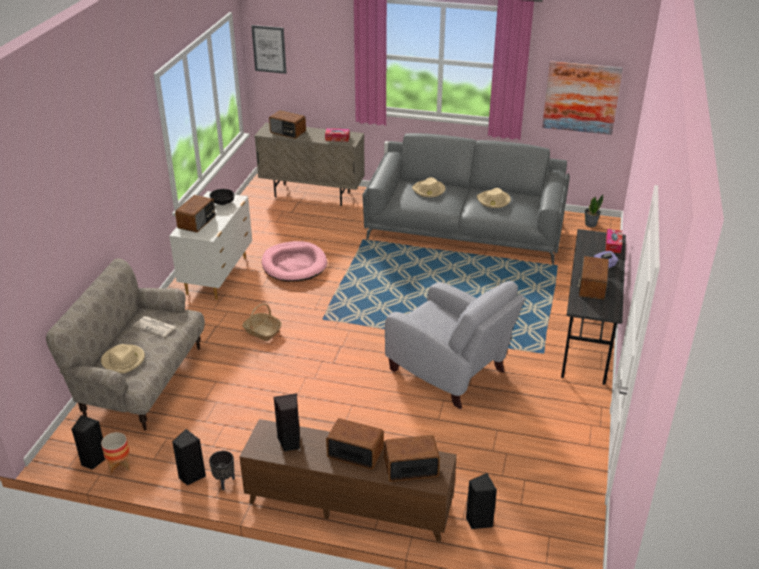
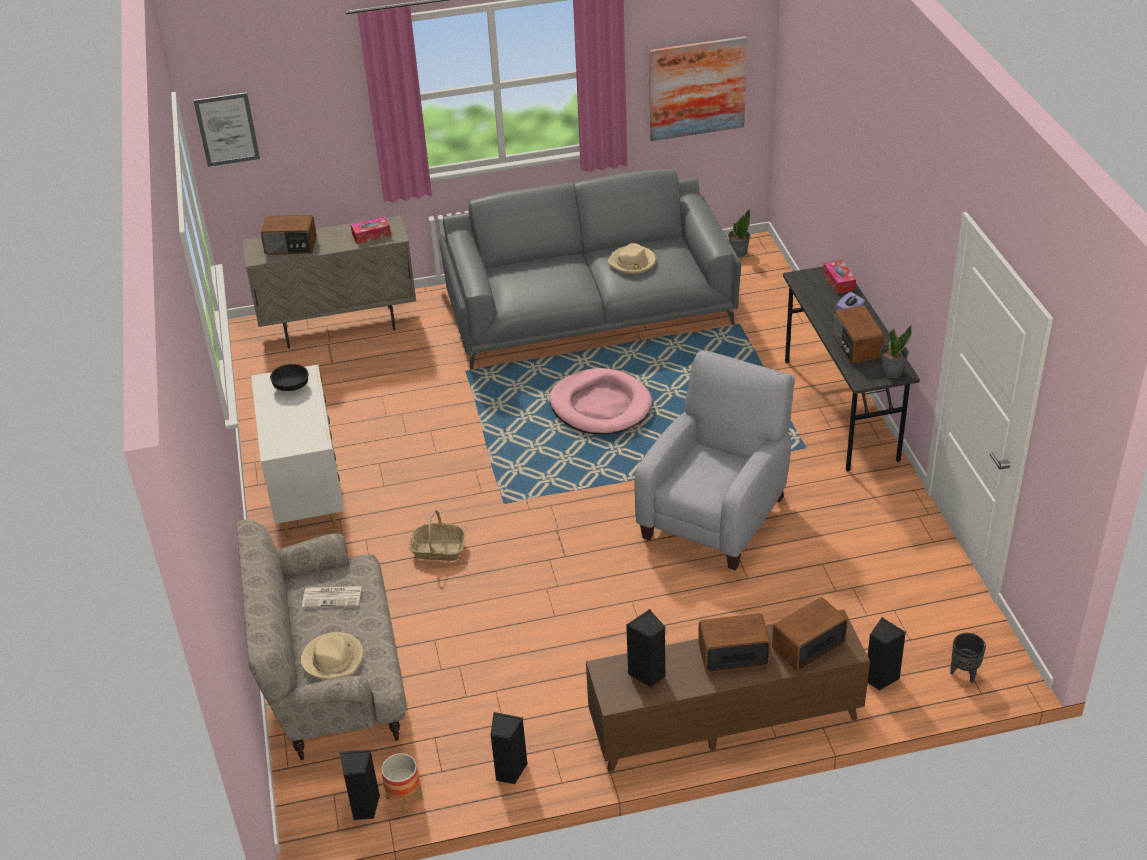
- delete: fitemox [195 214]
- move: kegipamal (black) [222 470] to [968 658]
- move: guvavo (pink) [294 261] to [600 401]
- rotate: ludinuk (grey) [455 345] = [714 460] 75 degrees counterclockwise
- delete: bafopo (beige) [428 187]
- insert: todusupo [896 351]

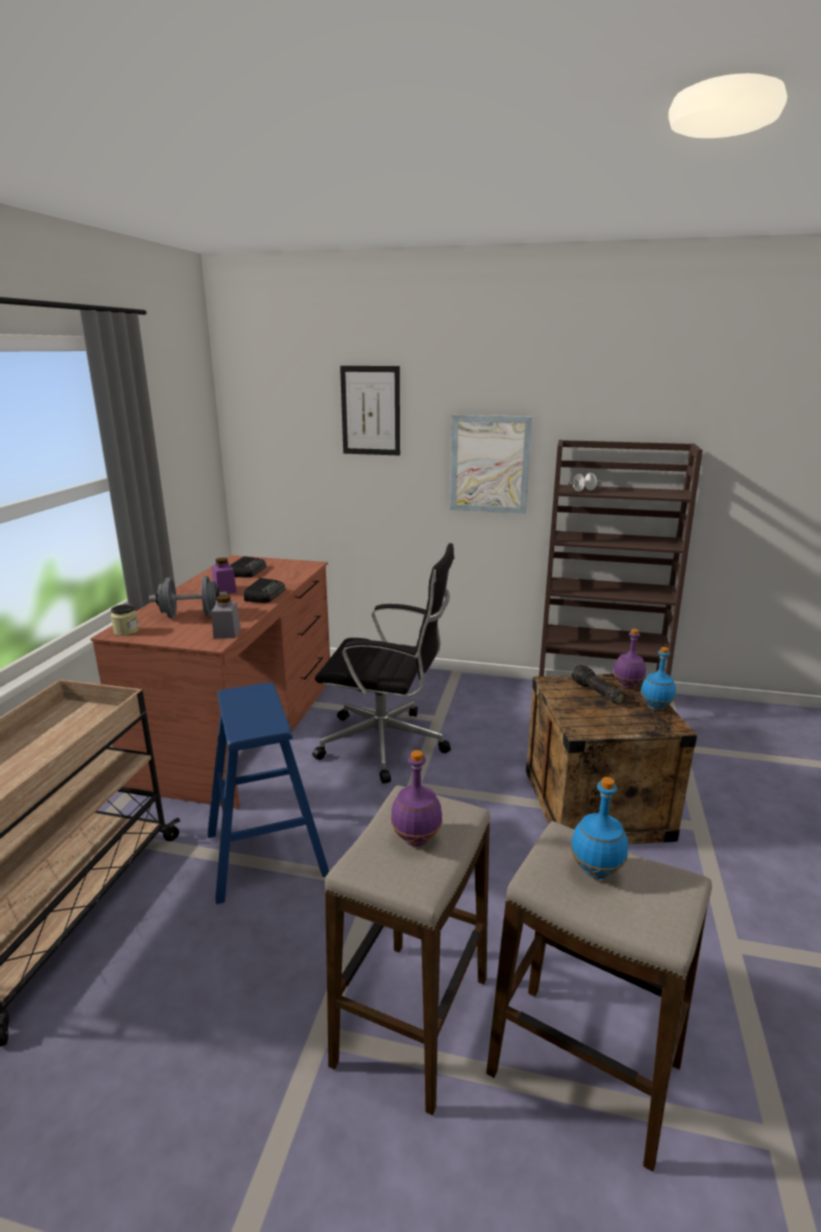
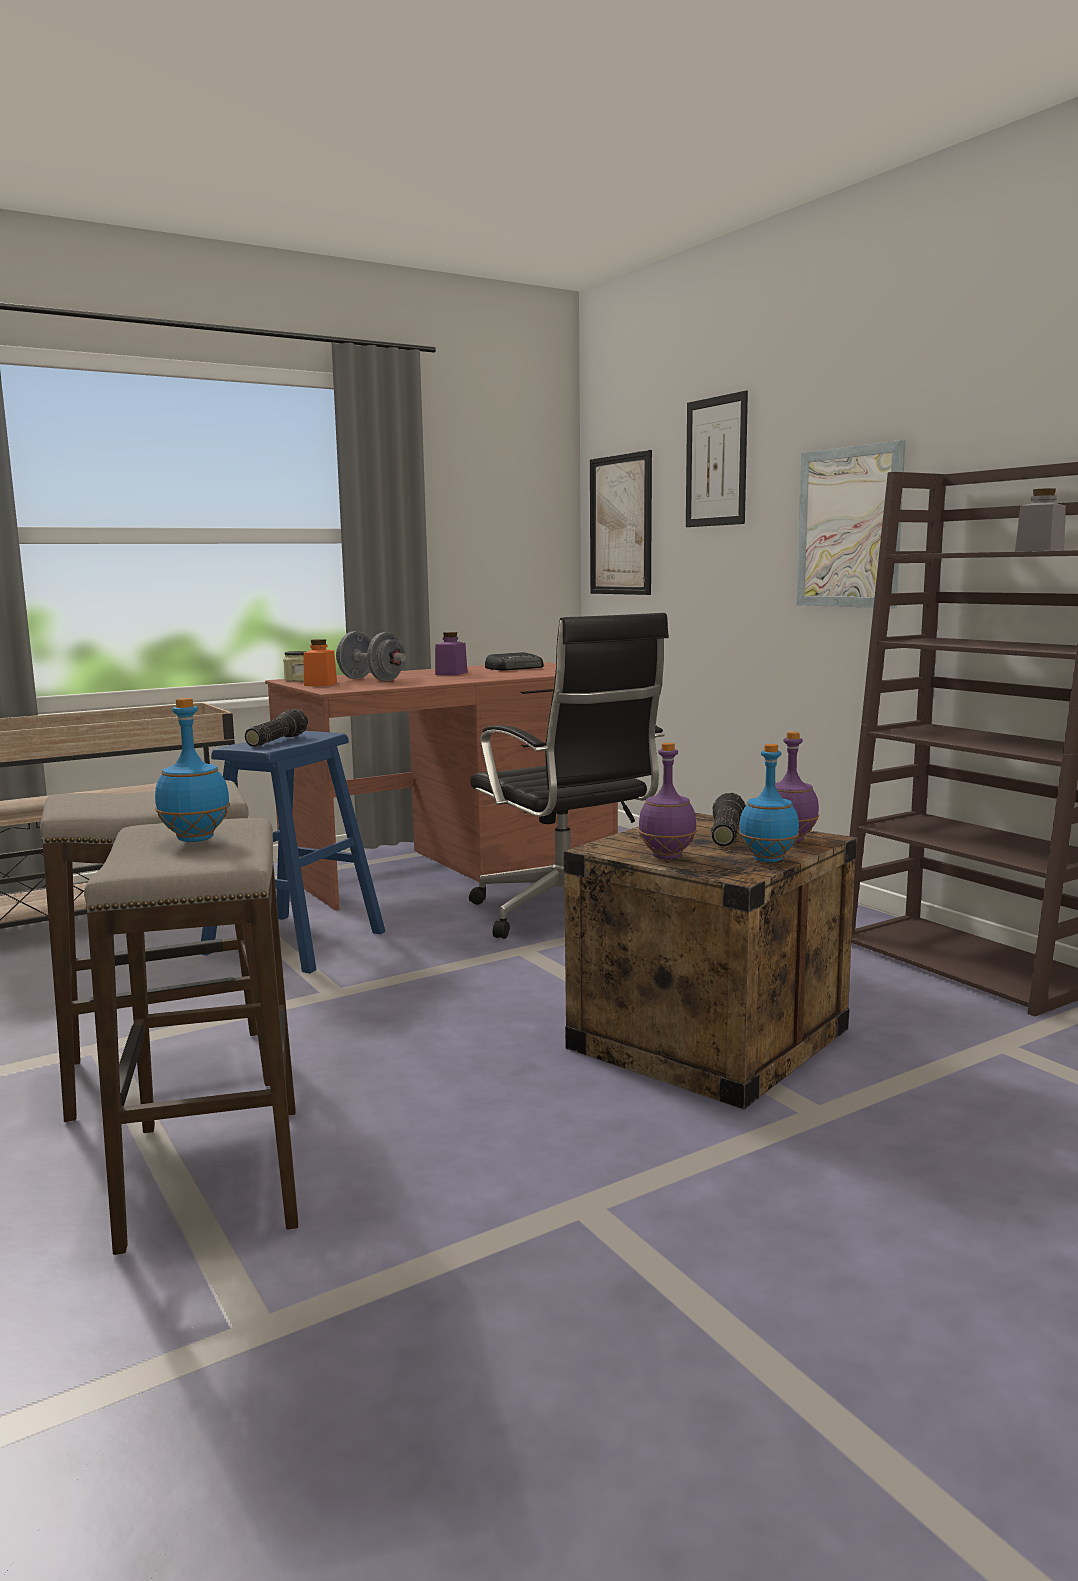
- move: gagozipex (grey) [226 617] to [1040 519]
- delete: fitemox [264 590]
- move: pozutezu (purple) [417 798] to [667 800]
- delete: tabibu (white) [584 482]
- insert: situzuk [276 728]
- insert: gagozipex (orange) [320 662]
- insert: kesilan [621 522]

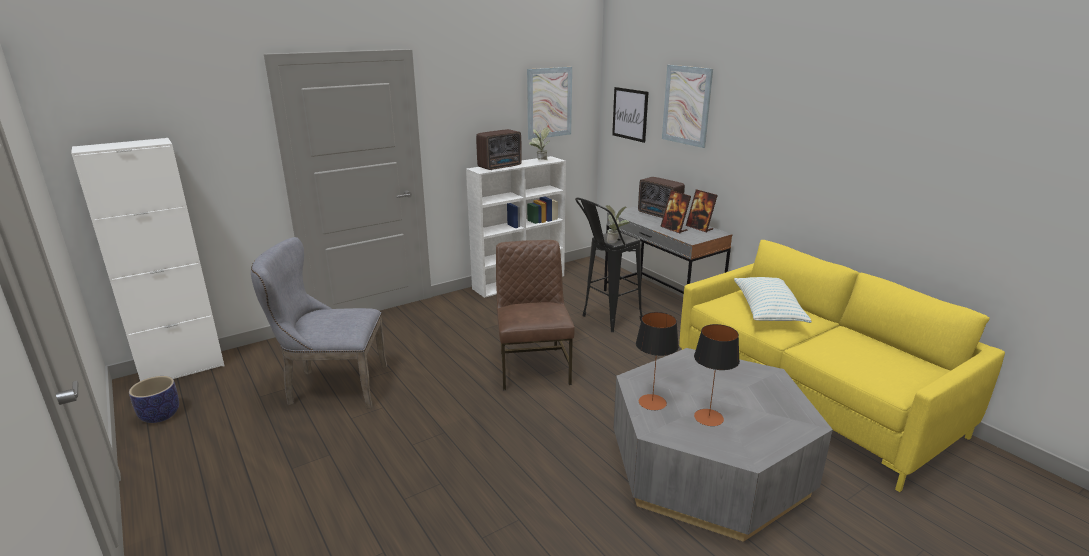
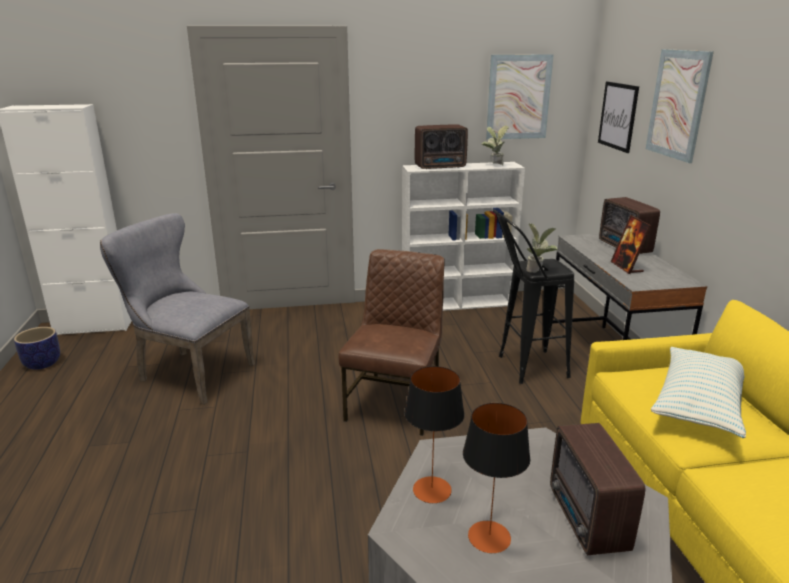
- delete: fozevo [702 210]
- insert: fitemox [597 489]

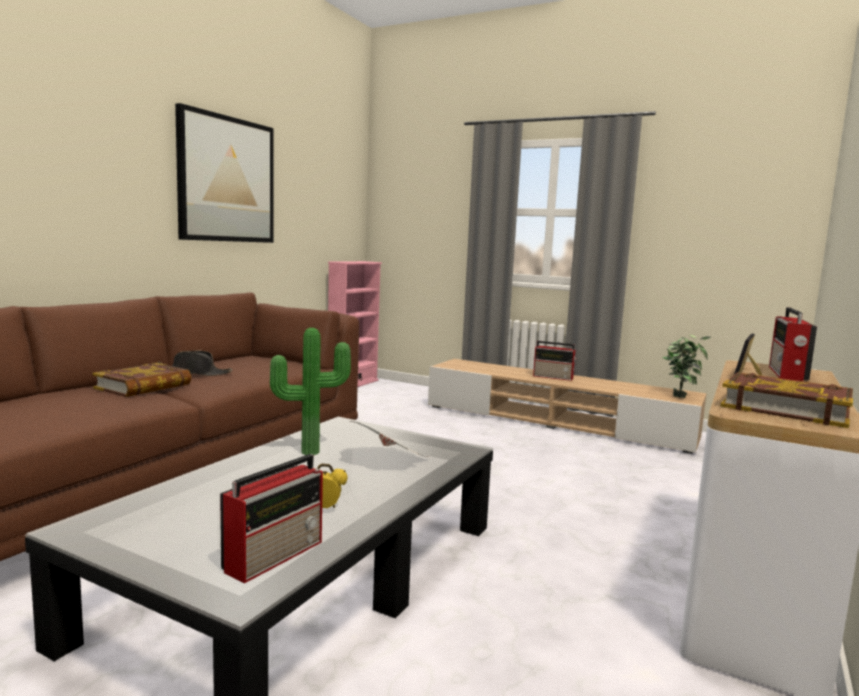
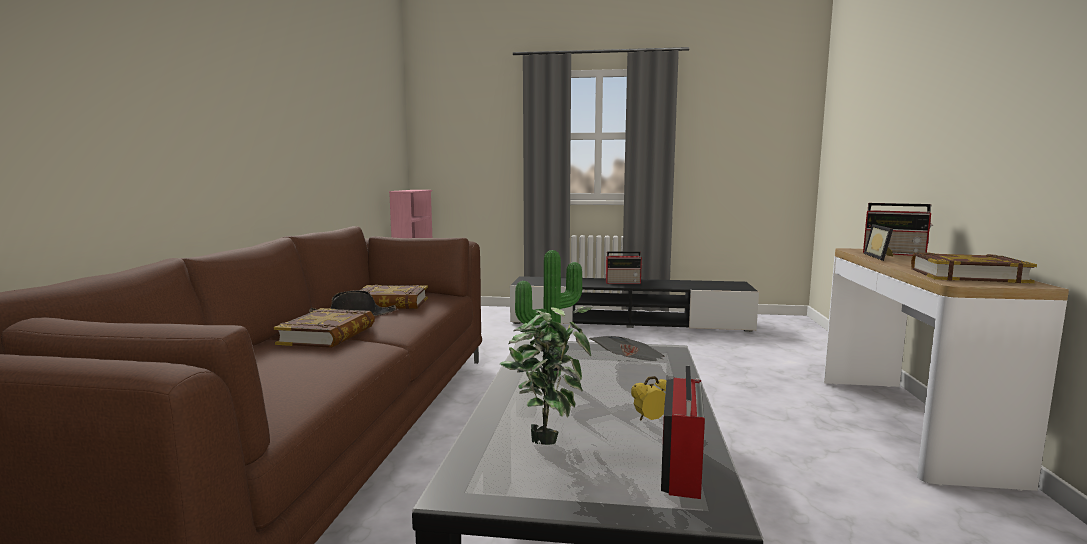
- delete: kesilan [224 173]
- recolor: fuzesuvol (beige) [567 406] to fuzesuvol (black) [634 304]
- move: todusupo [686 366] to [546 376]
- rotate: fitemox [793 344] = [898 229] 60 degrees counterclockwise
- insert: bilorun [394 297]

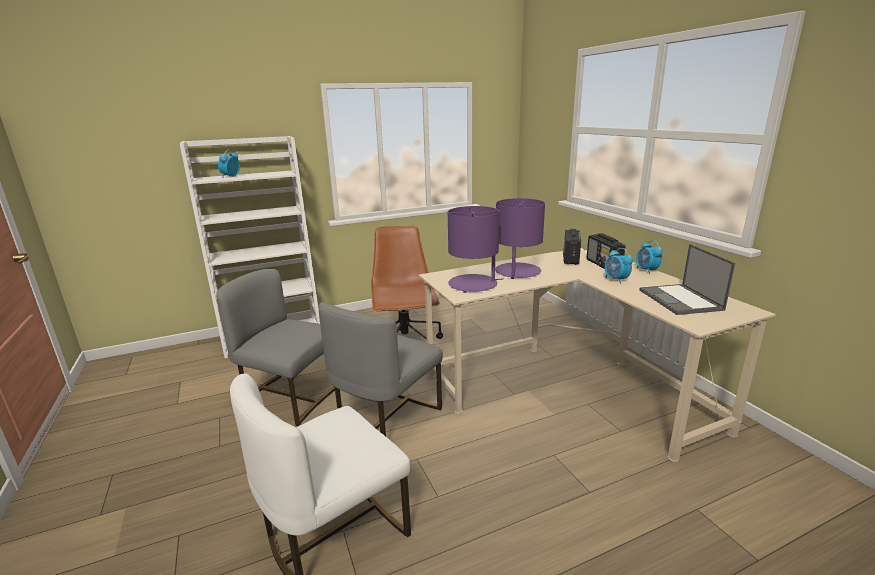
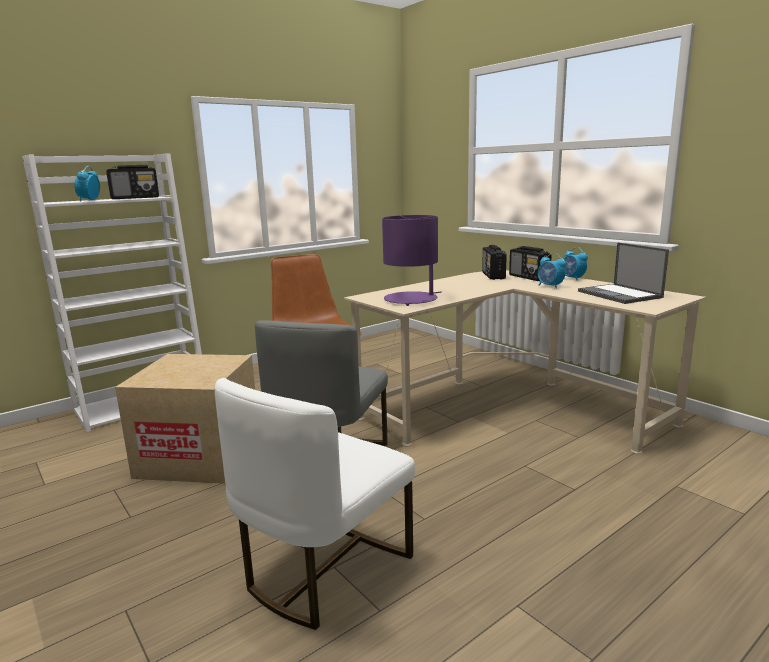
- replace: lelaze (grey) [275 347] to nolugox [185 419]
- delete: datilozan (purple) [520 238]
- insert: fitemox [132 182]

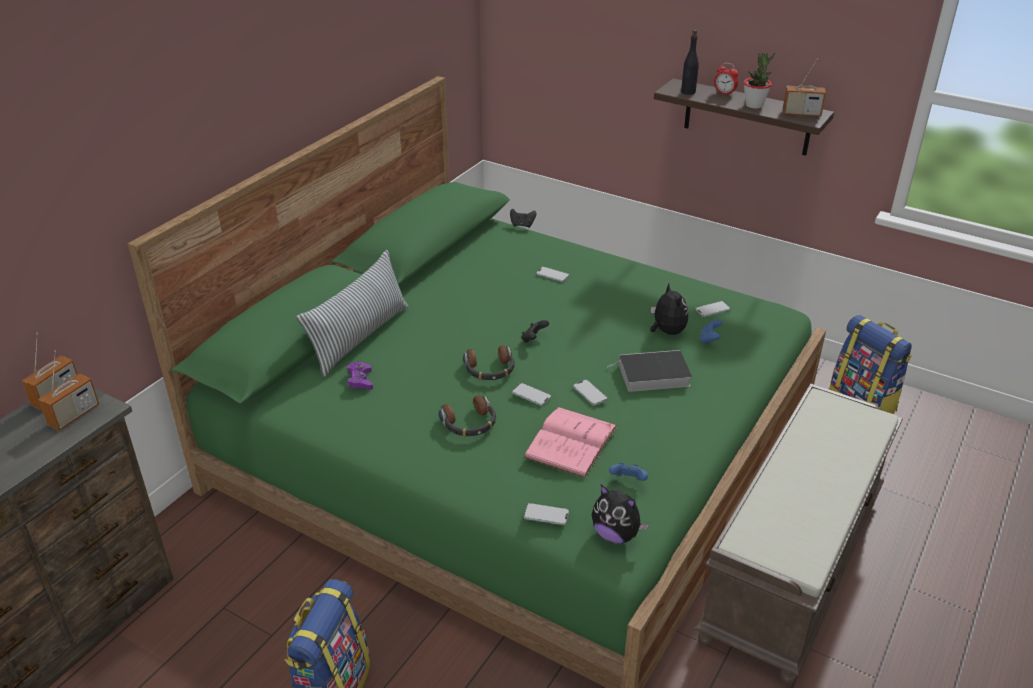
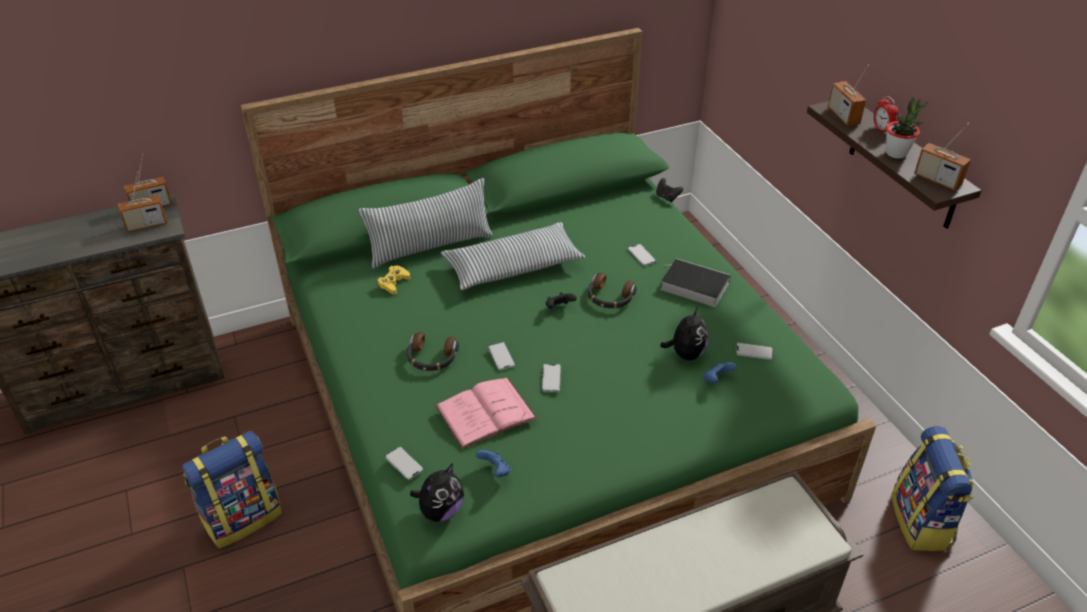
- recolor: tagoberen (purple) [360 376] to tagoberen (yellow) [393 280]
- move: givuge [488 362] to [612 291]
- rotate: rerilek [620 514] = [437 492] 120 degrees counterclockwise
- move: bilorun [649 371] to [695 282]
- replace: pozutezu (black) [690 62] to fitemox [848 95]
- insert: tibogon [513 256]

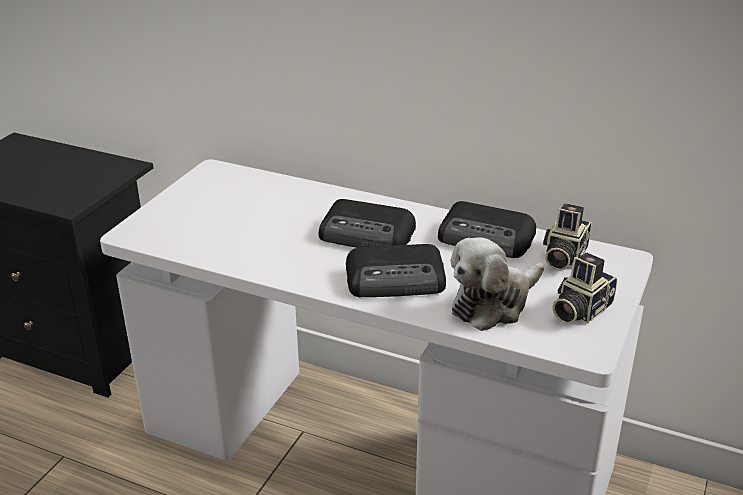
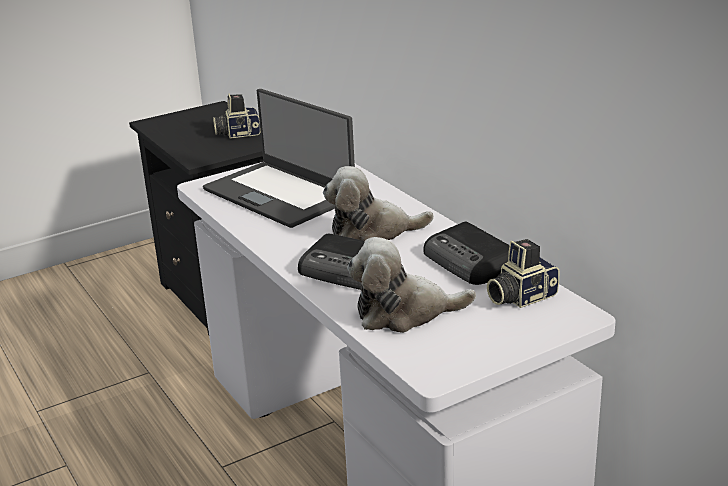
- replace: fitemox [367 223] to rerilek [378 203]
- move: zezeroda [585 288] to [237 116]
- insert: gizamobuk [279 158]

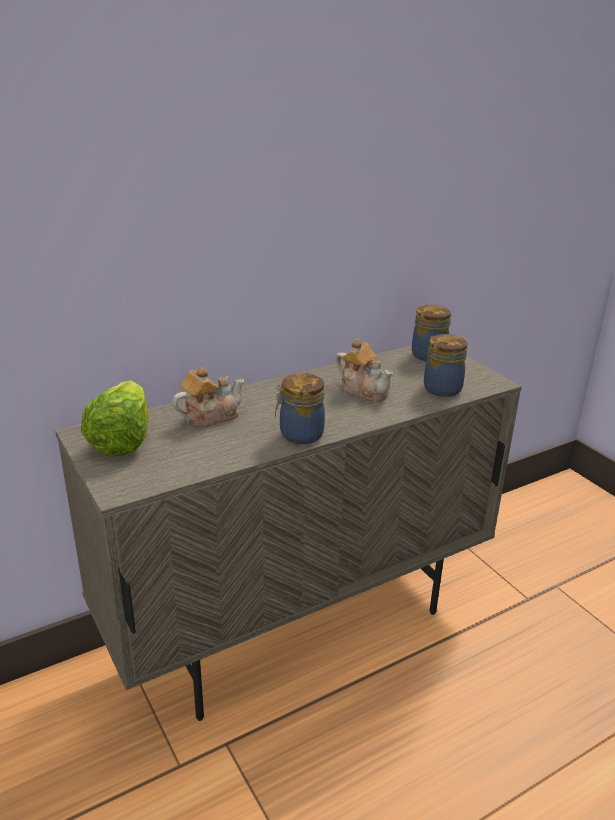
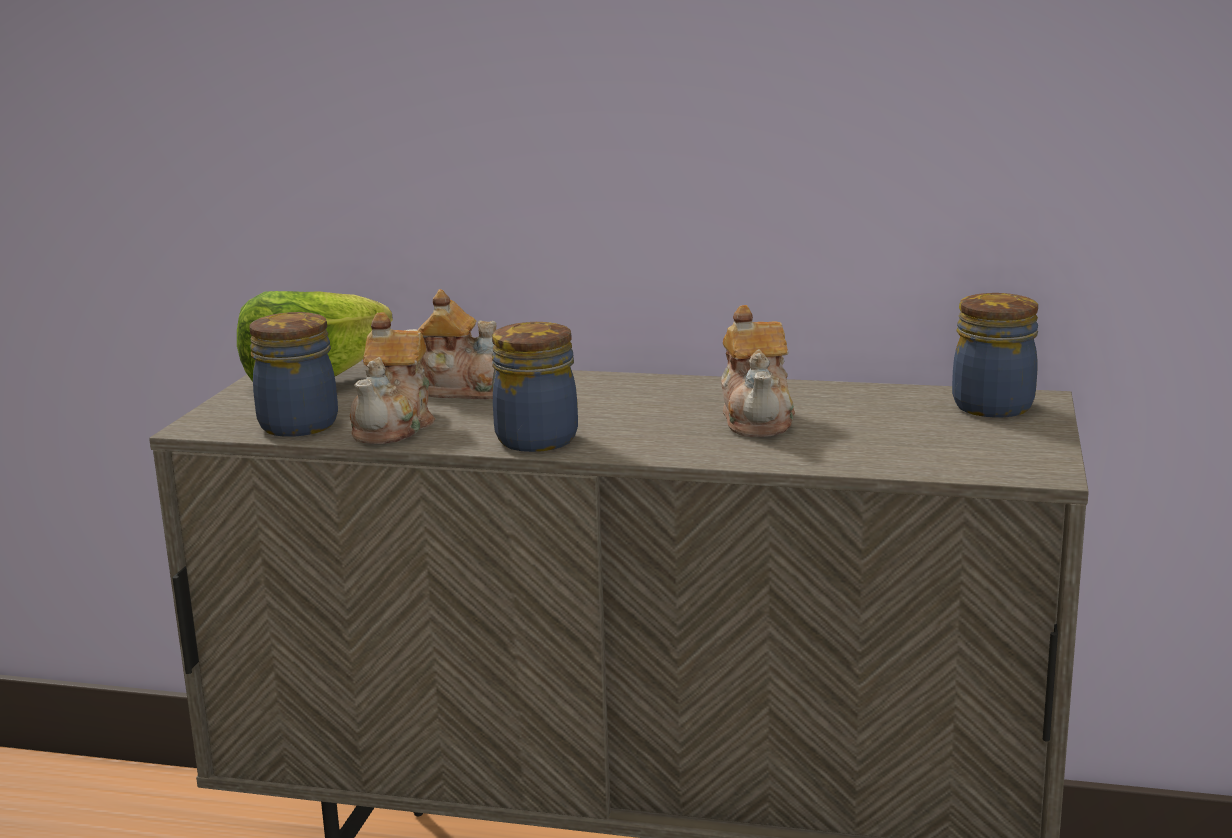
- move: gagozipex [445 365] to [293 374]
- insert: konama [392 378]

